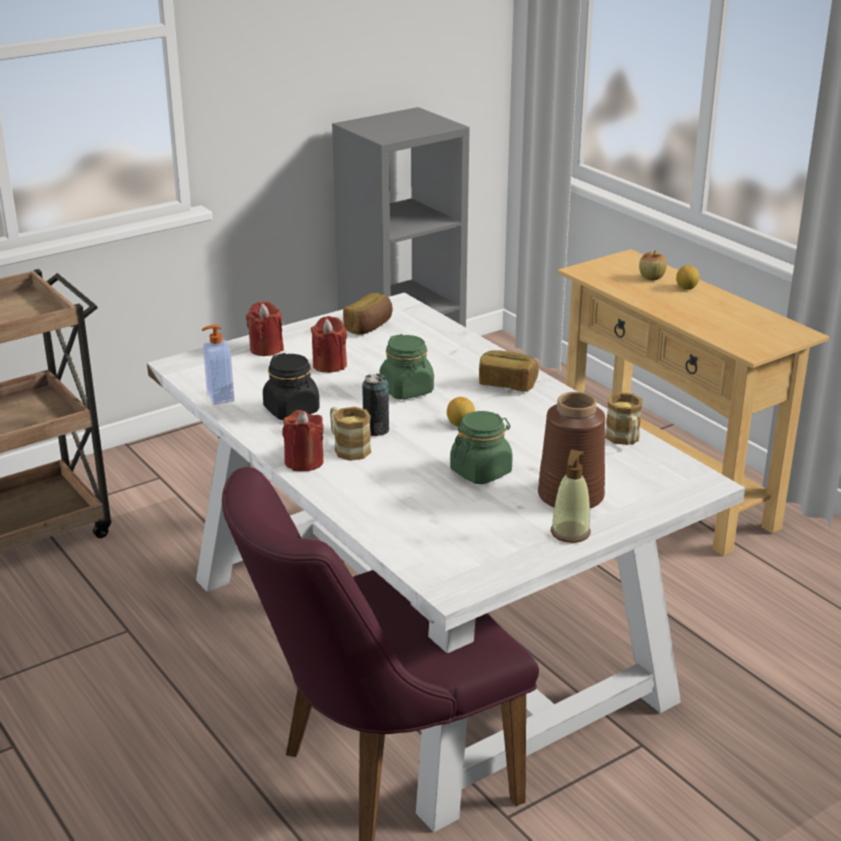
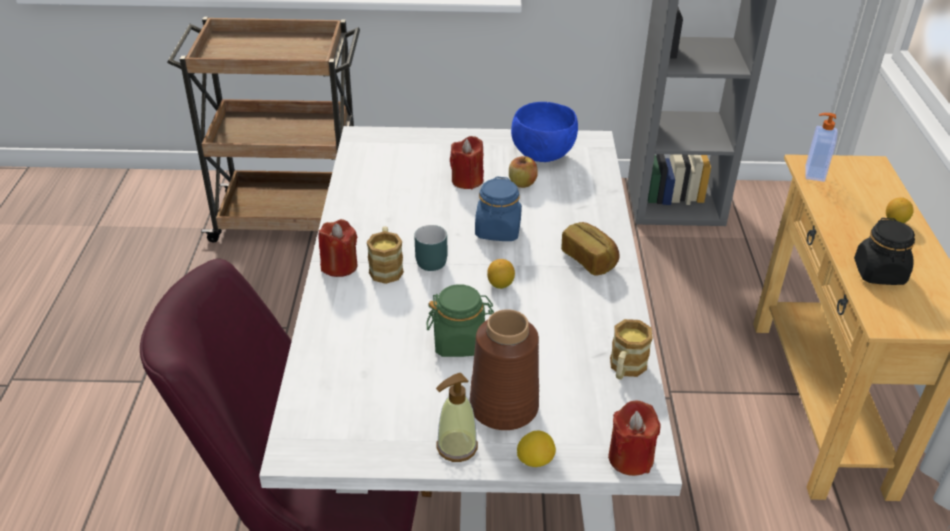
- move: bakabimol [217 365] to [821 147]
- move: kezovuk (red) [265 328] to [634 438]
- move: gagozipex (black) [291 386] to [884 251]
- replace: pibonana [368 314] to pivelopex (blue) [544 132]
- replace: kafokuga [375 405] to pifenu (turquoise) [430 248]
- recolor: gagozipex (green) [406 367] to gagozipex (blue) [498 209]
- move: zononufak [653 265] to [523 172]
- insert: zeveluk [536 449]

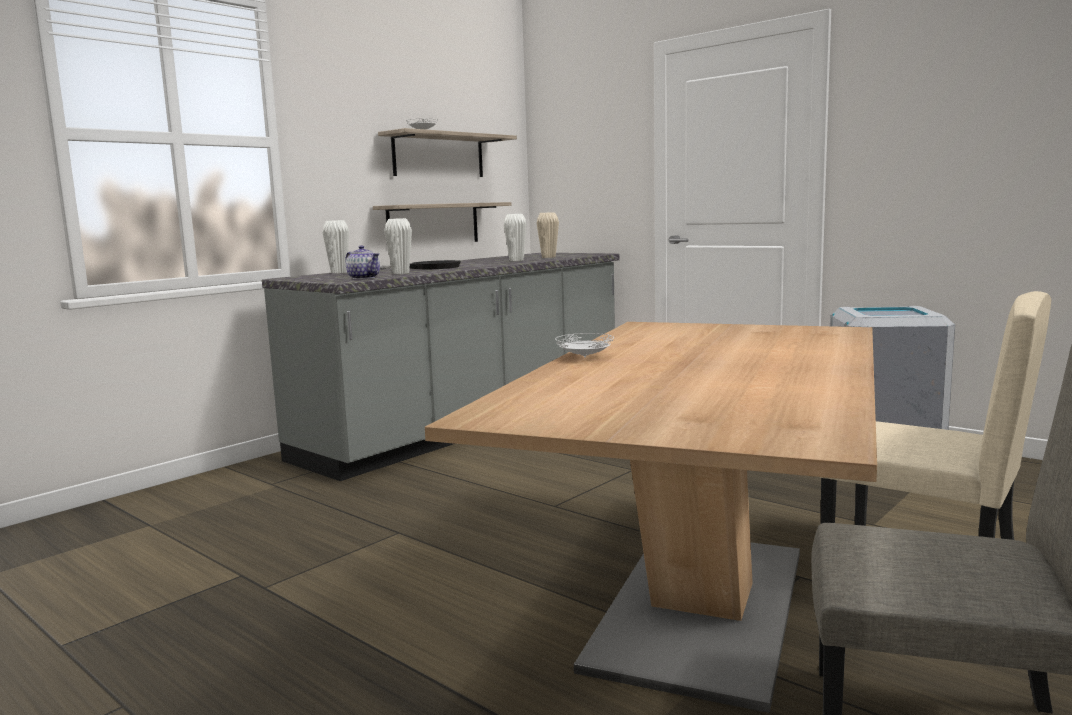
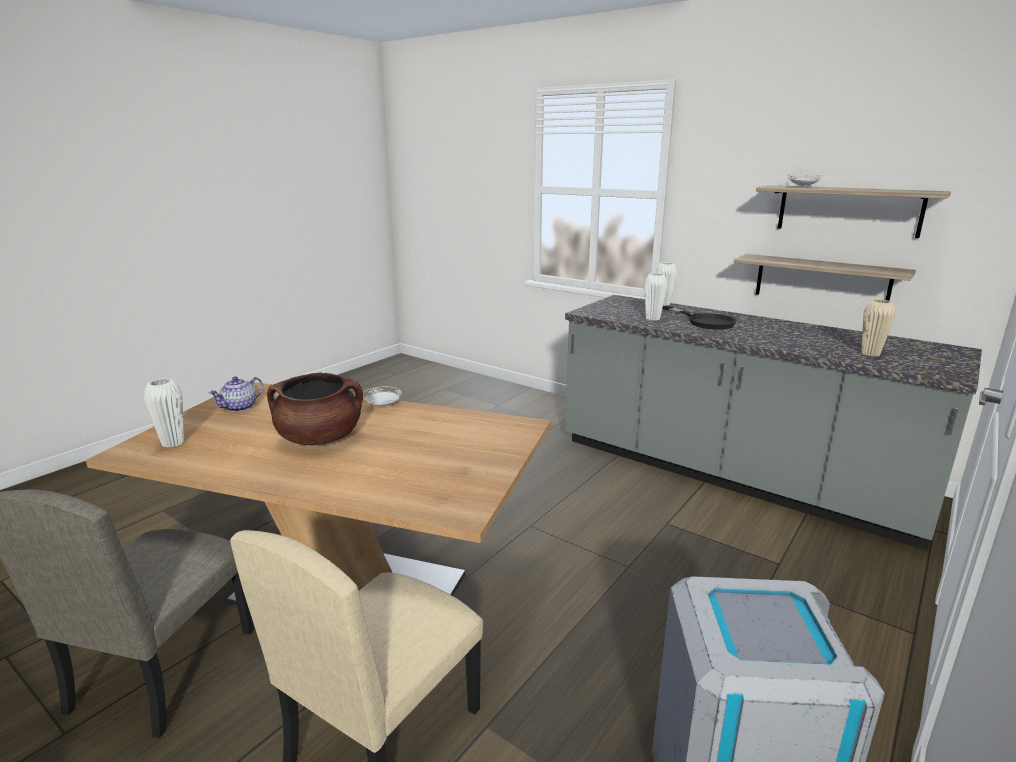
- move: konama [362 262] to [236 394]
- move: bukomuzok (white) [515 237] to [164 413]
- insert: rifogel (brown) [315 409]

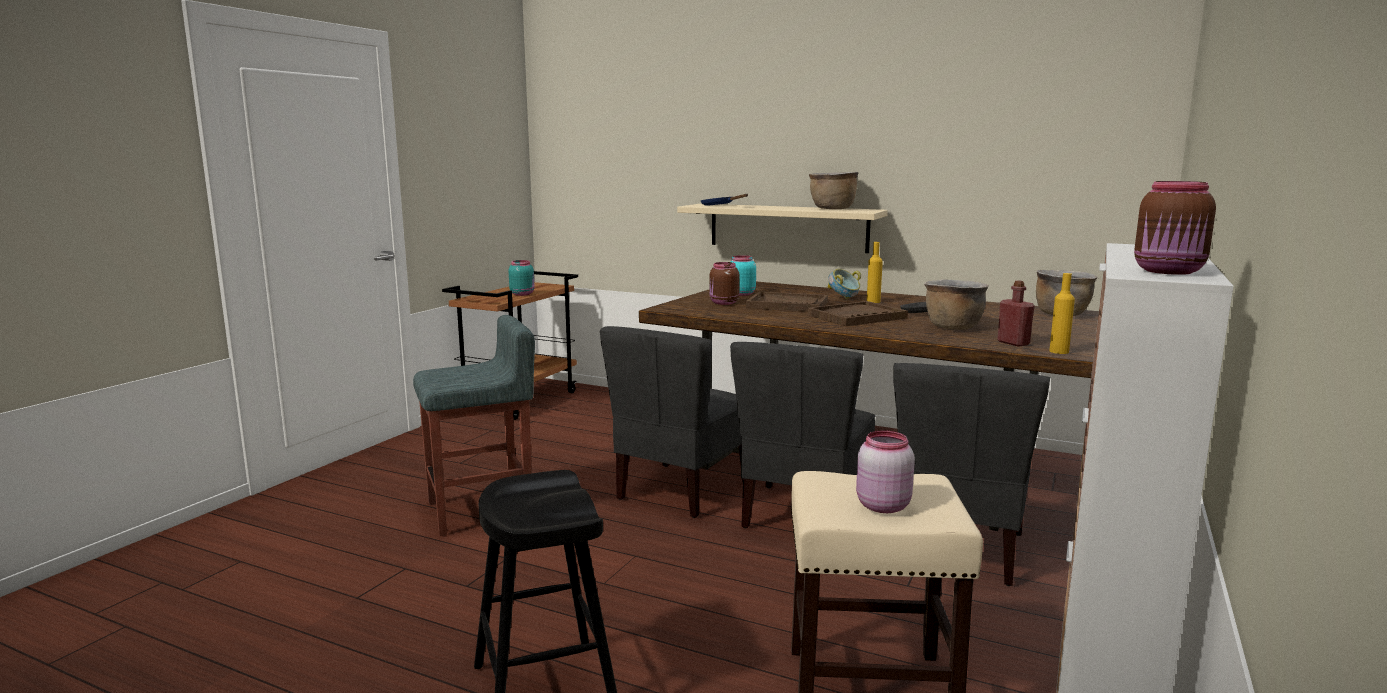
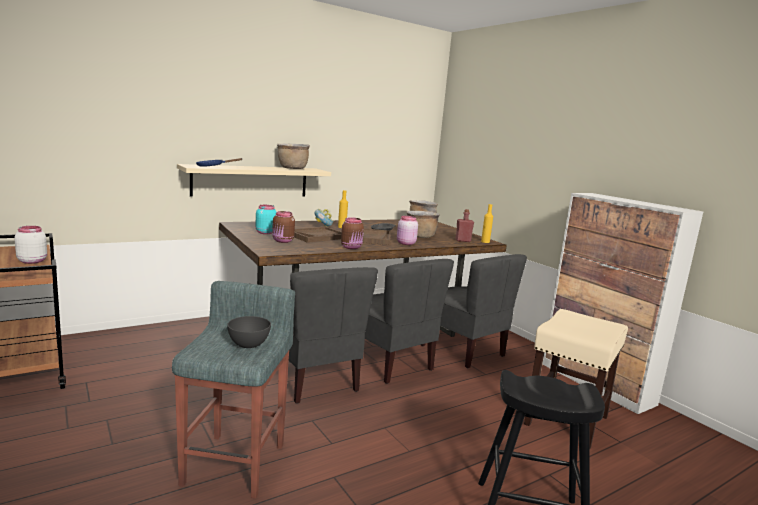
- recolor: gagozipex (turquoise) [522 278] to gagozipex (white) [30 245]
- move: gagozipex (pink) [885 471] to [407 230]
- move: gagozipex (brown) [1175 228] to [352 233]
- insert: pivelopex (grey) [249 332]

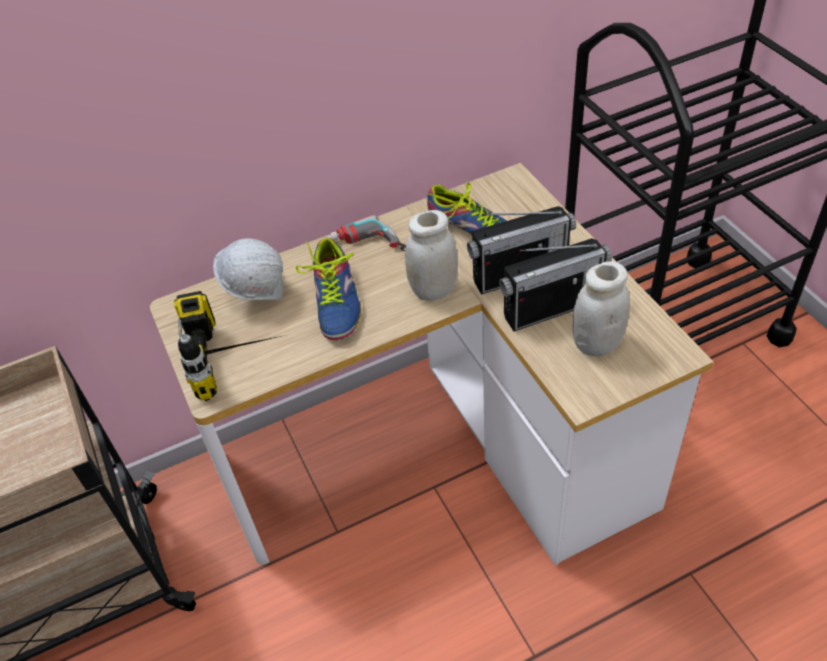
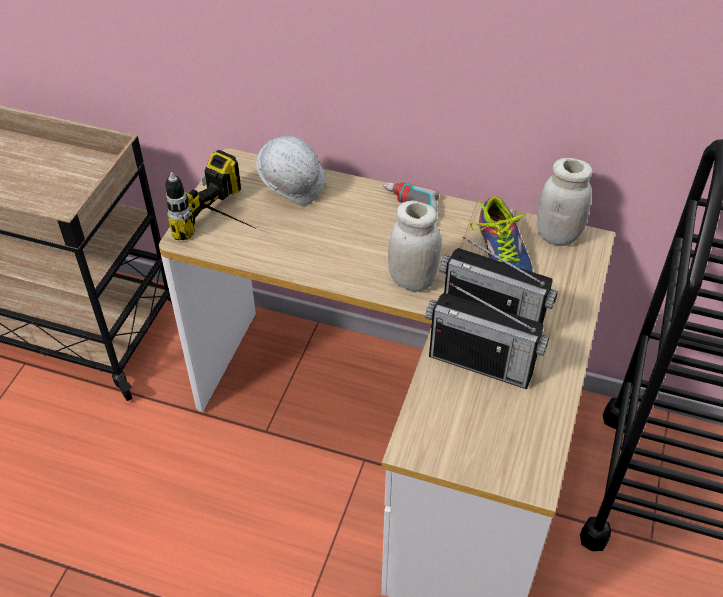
- delete: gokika [328 289]
- move: gagozipex (white) [601 308] to [564 202]

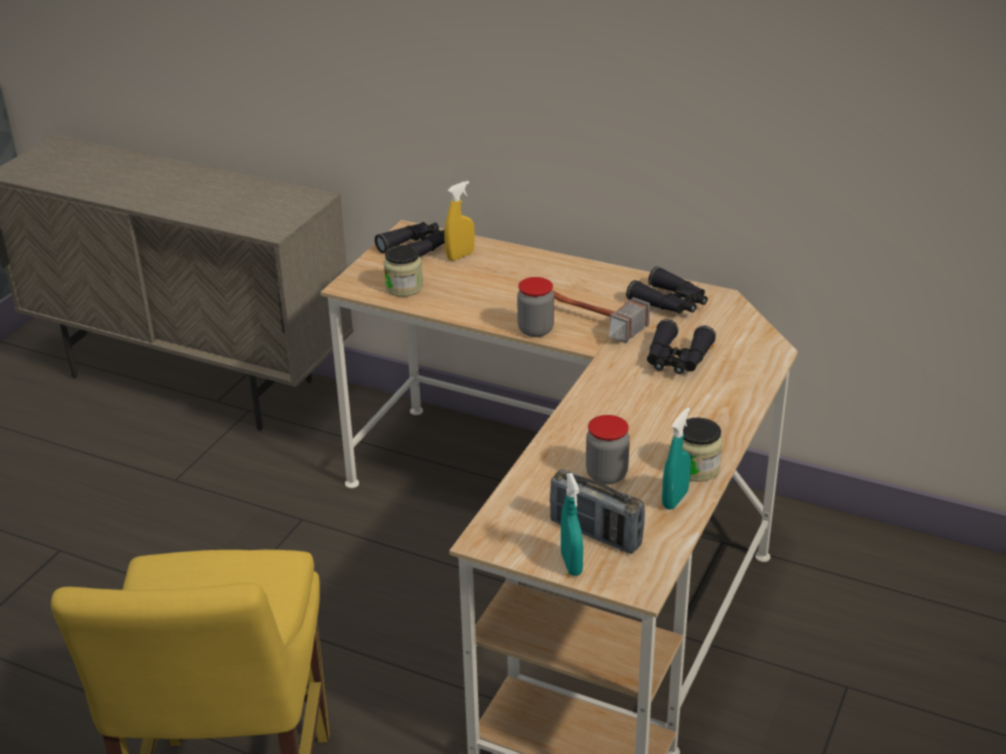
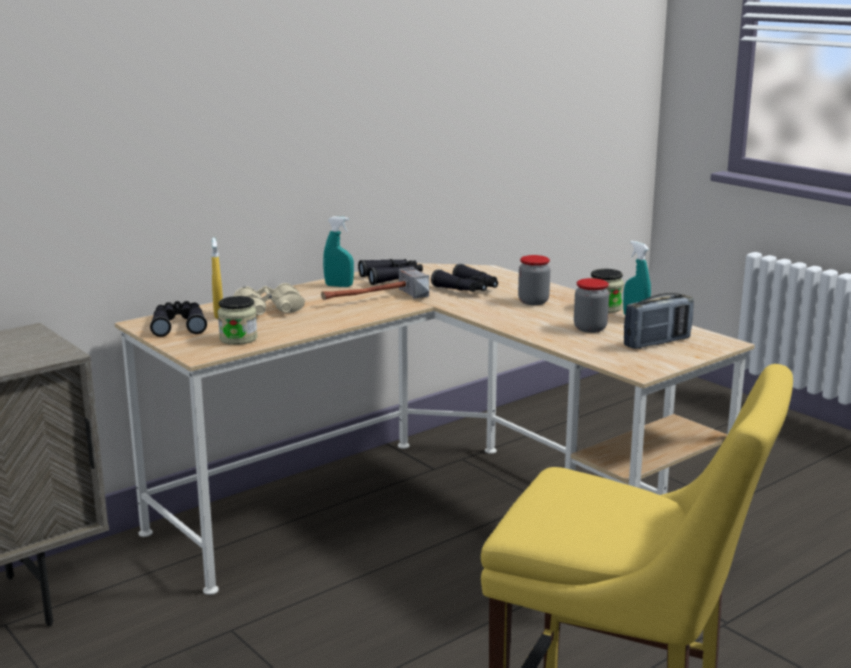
- move: gagozipex [535 307] to [534 280]
- move: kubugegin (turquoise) [572 524] to [338 251]
- insert: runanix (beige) [269 299]

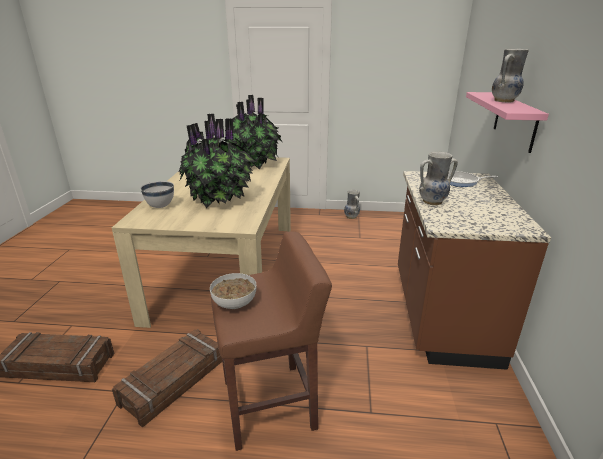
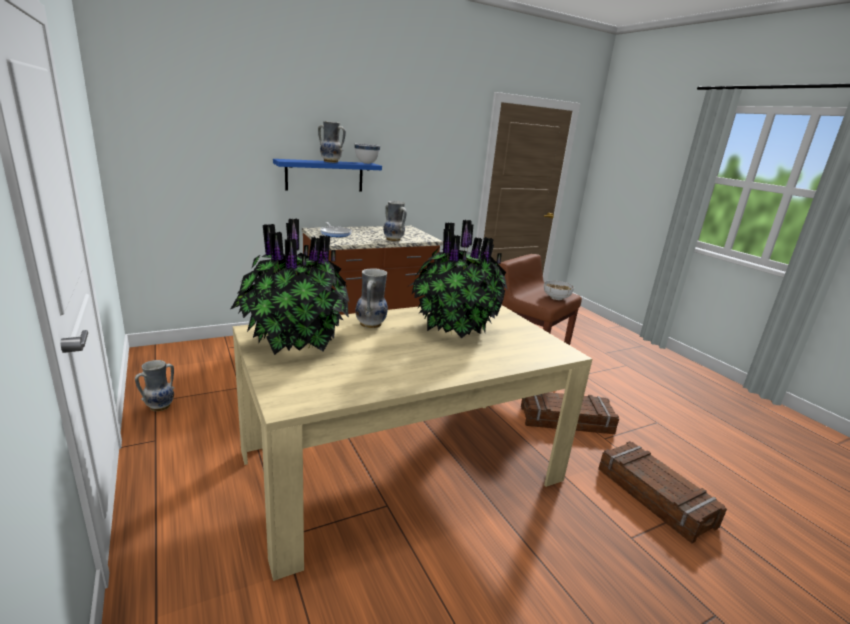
- move: pivelopex (white) [157 194] to [367 153]
- recolor: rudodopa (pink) [507 122] to rudodopa (blue) [327 175]
- insert: bukomuzok [371 298]

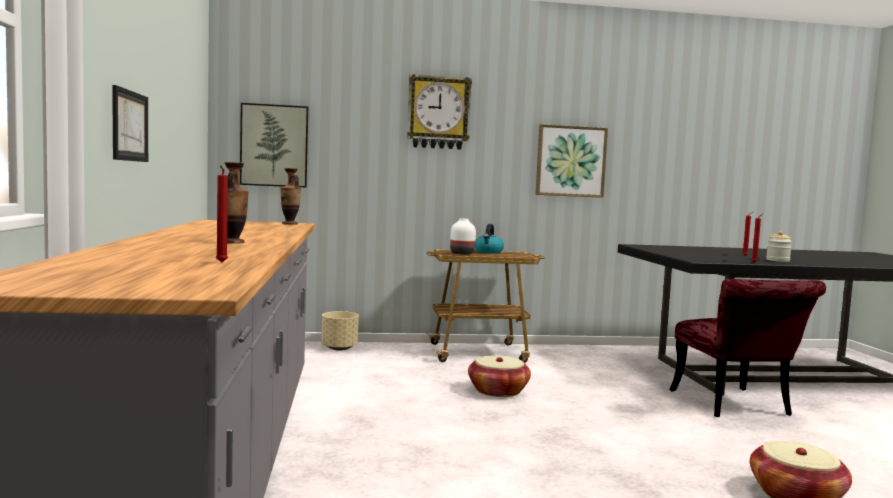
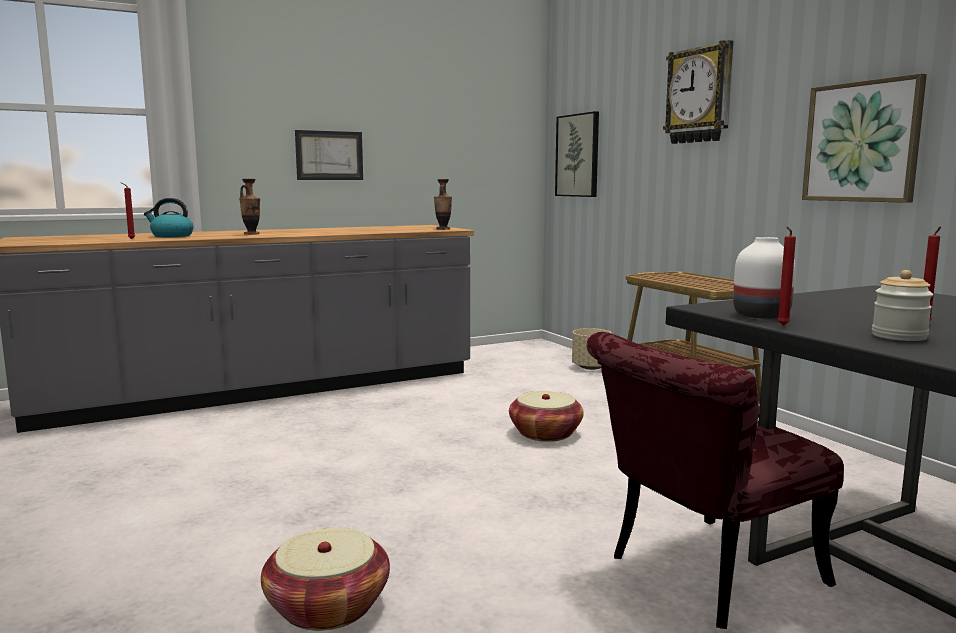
- move: bukomuzok (white) [463 236] to [764 278]
- move: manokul [489 238] to [168 217]

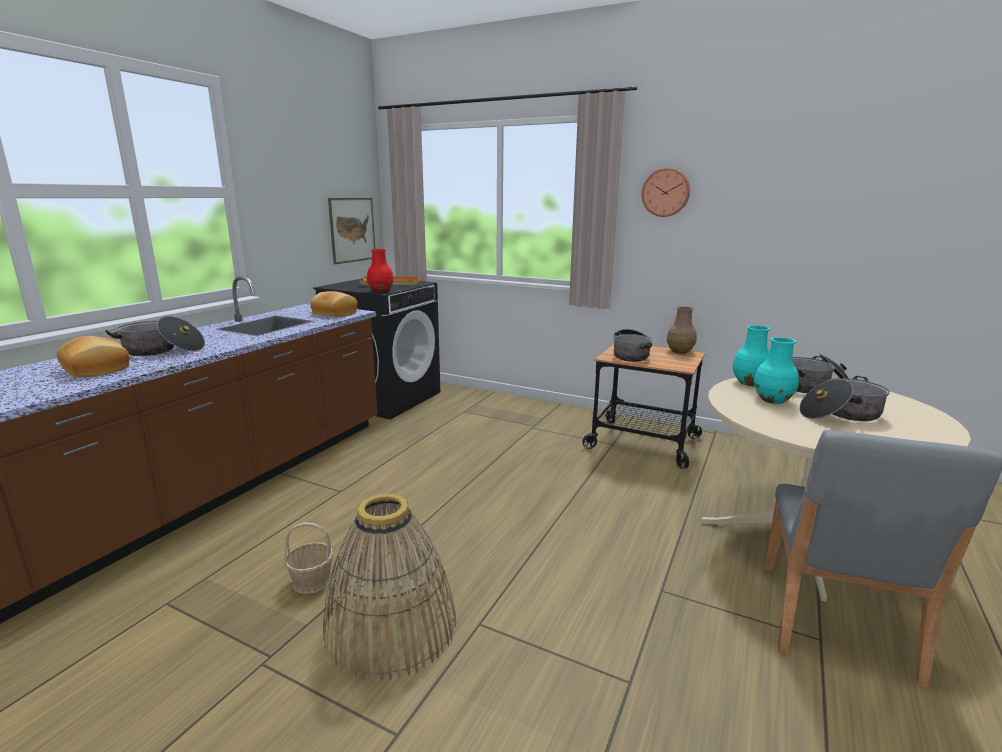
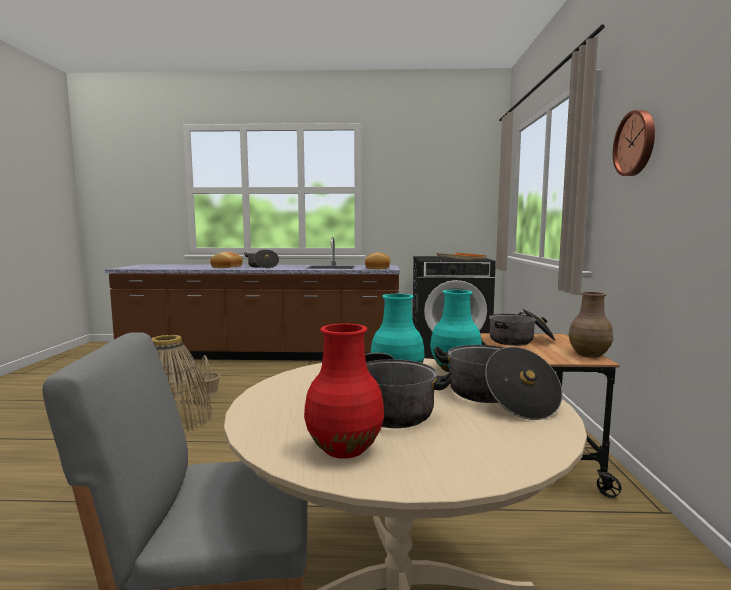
- delete: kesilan [351 231]
- move: bukomuzok (red) [380 270] to [344 391]

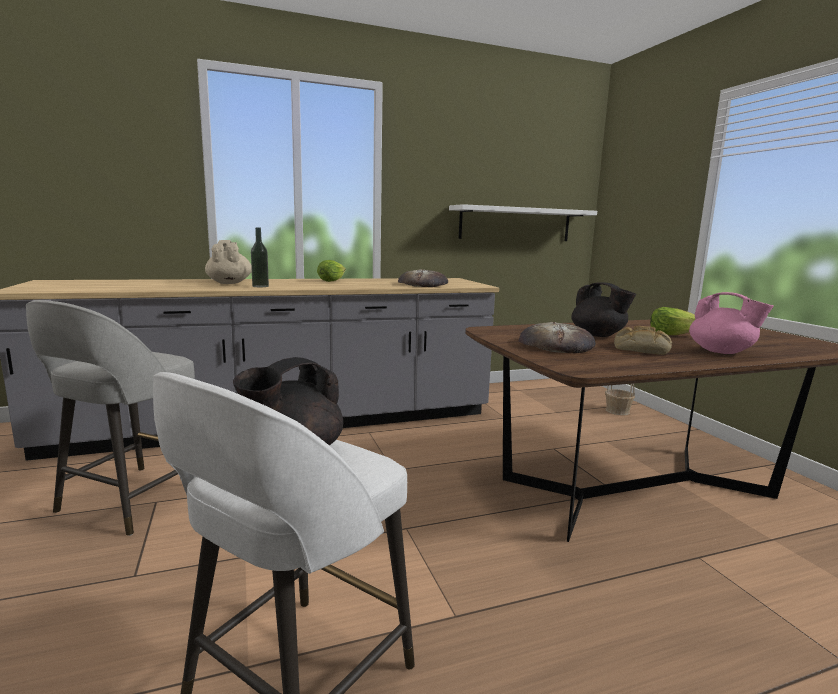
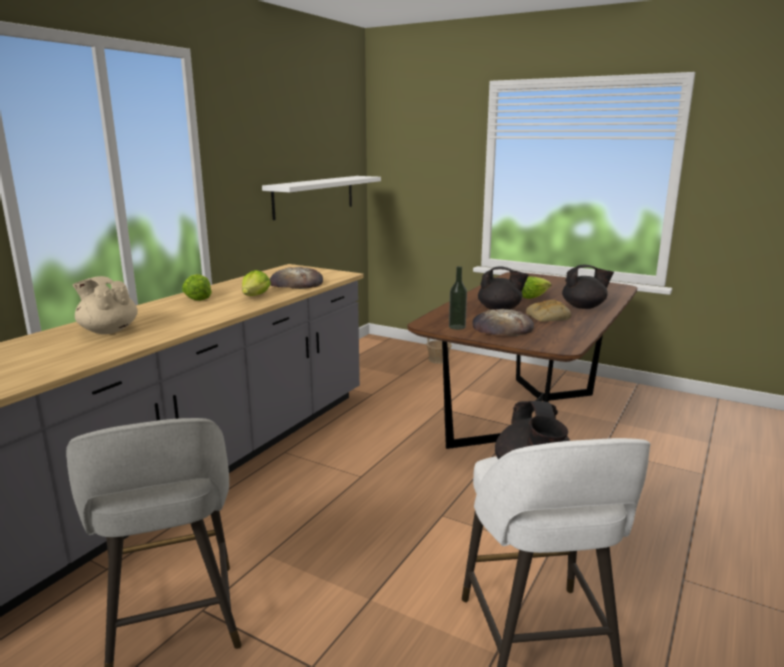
- move: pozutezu [260 257] to [458 298]
- recolor: konama (pink) [731 323] to konama (black) [588 287]
- insert: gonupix [256 283]

